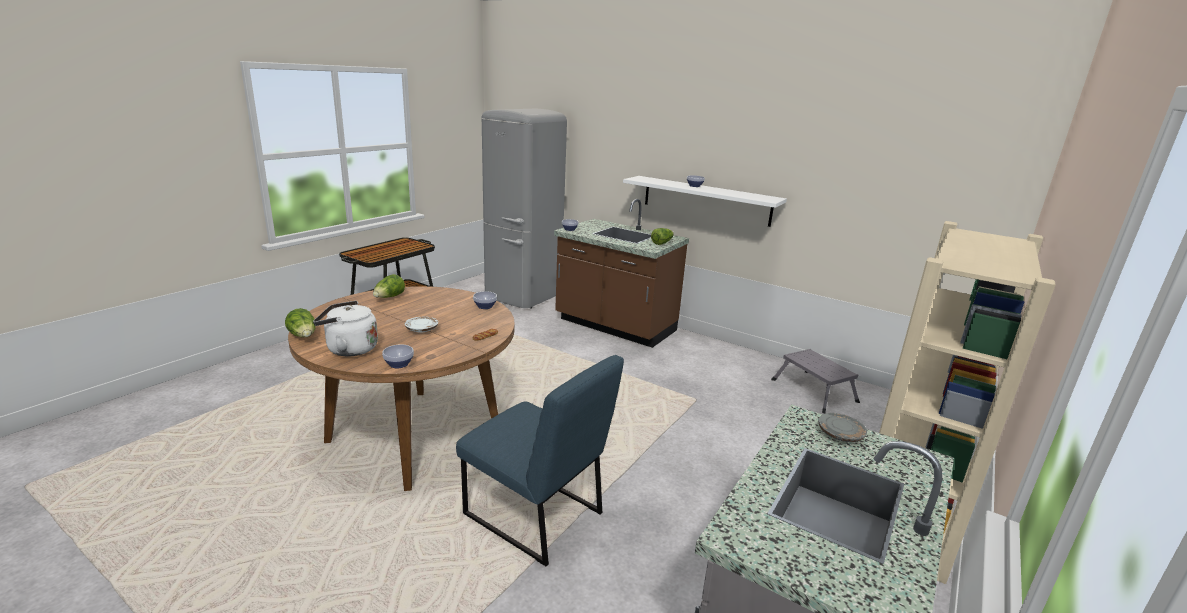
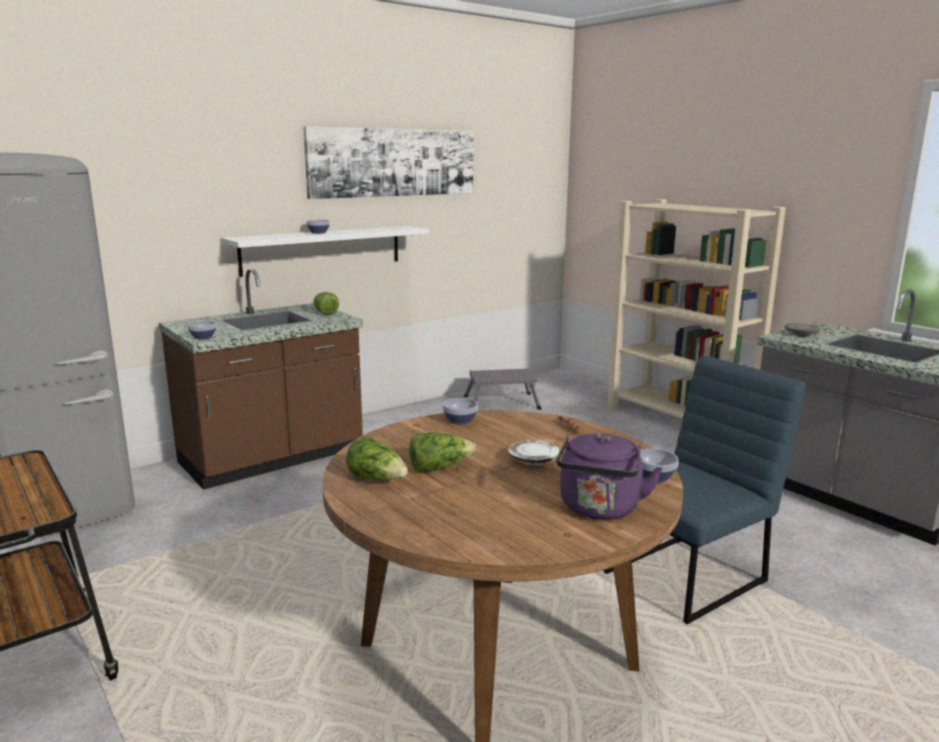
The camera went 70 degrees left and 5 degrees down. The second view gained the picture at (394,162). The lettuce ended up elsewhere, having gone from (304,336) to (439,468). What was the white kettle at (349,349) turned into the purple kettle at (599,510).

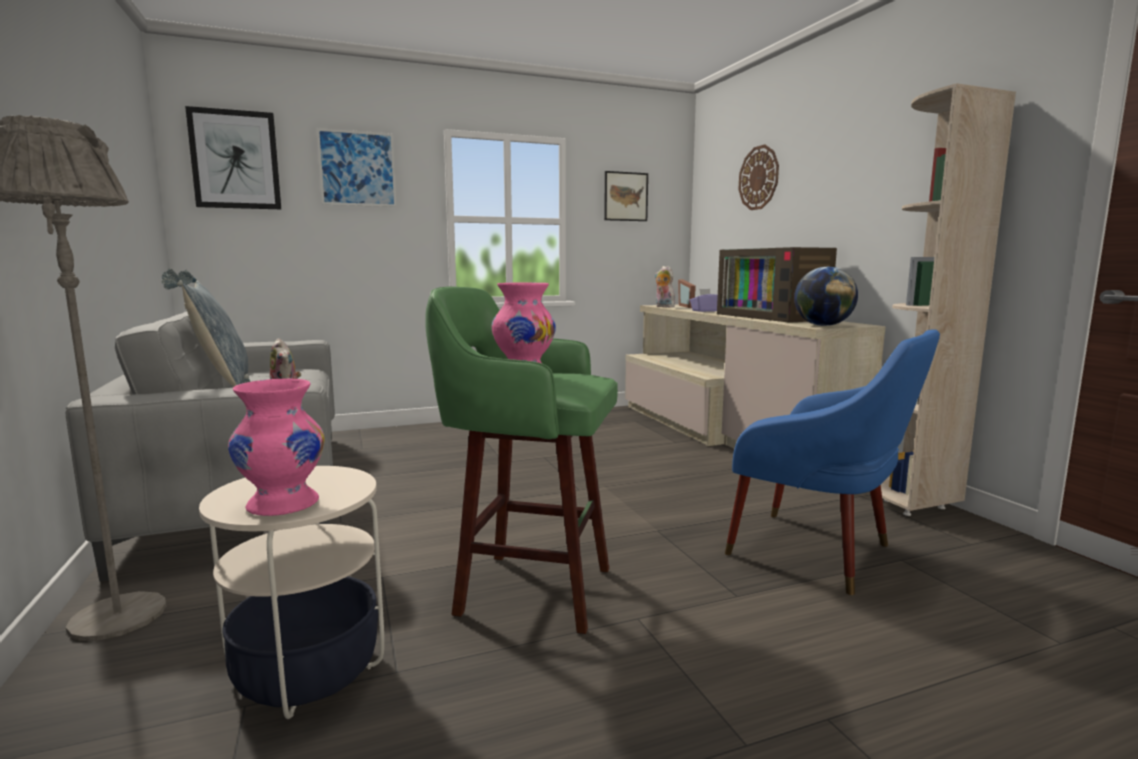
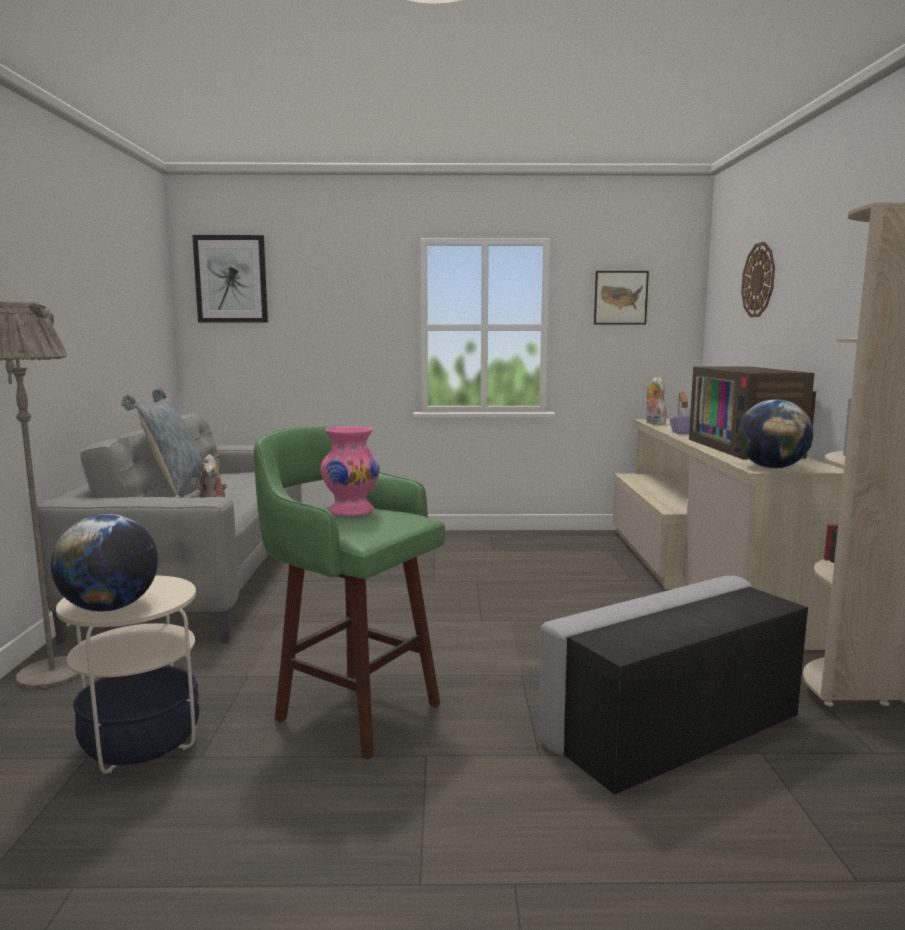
The camera went 20 degrees right and 0 degrees up. Where the pink vase stood at (284,505), the globe came to stand at (110,607). Where the blue armchair stood at (820,553), the grey ottoman came to stand at (672,729). The second view lost the picture at (357,168).

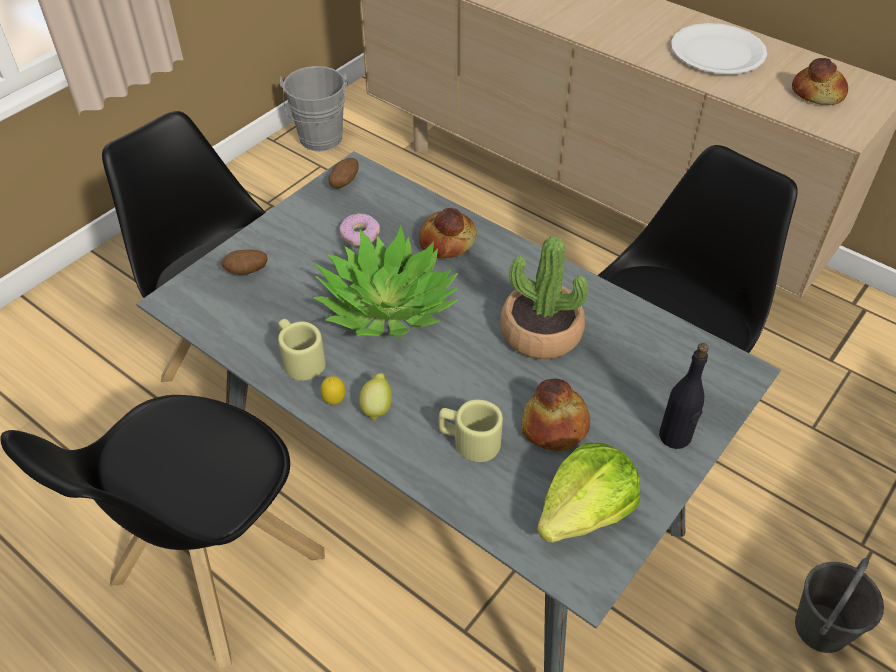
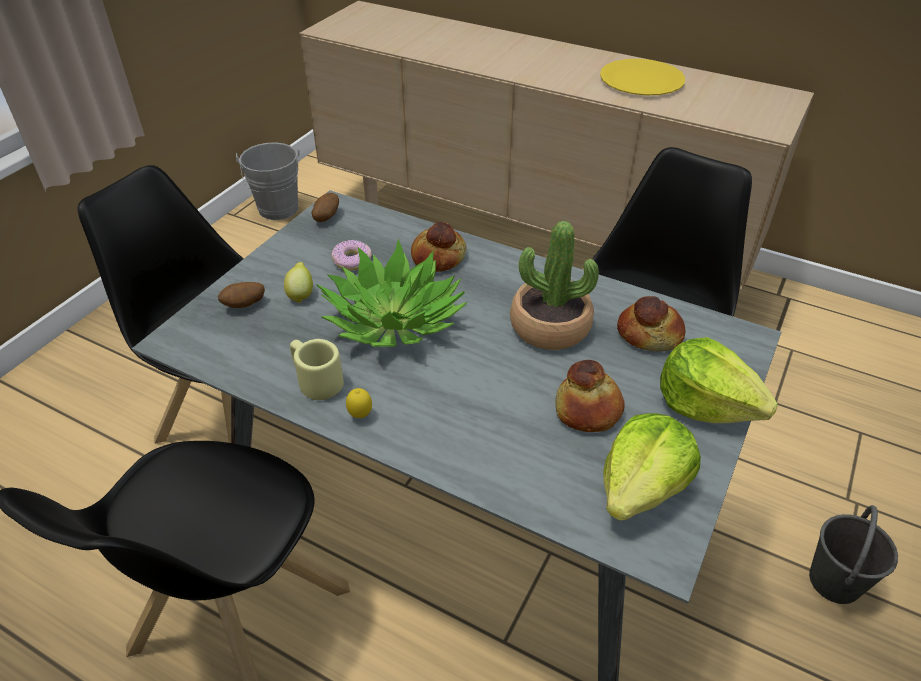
The camera went 10 degrees left and 5 degrees down. The lemon ended up elsewhere, having gone from (377,407) to (301,294). What was the white plate at (717,52) turned into the yellow plate at (641,80). The bread ended up elsewhere, having gone from (818,93) to (650,333). Where the black bottle stood at (675,436), the lettuce came to stand at (706,404). The second view lost the beige mug at (469,441).

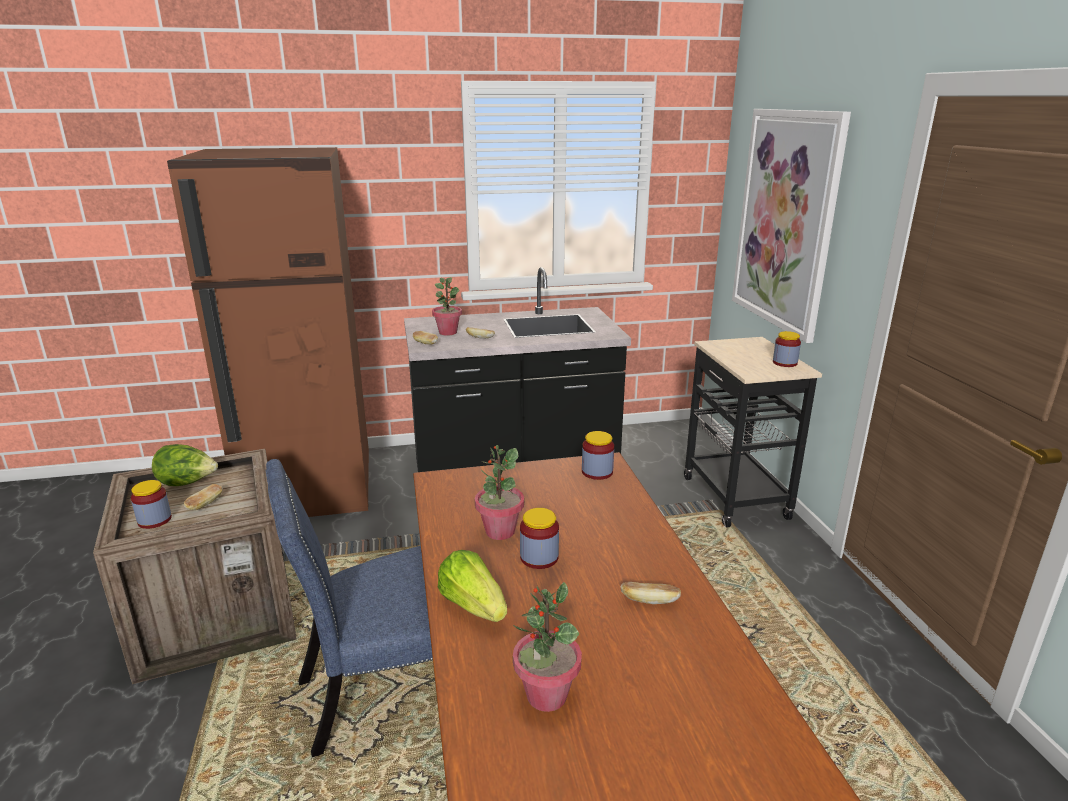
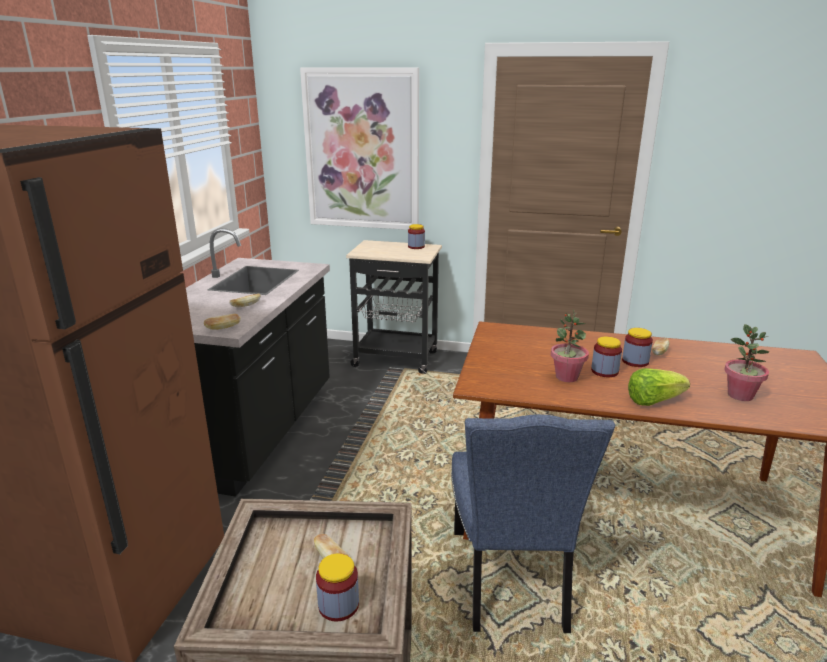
The camera went 65 degrees left and 0 degrees up. The jar ended up elsewhere, having gone from (597,472) to (635,361). The second view lost the lettuce at (188,483). The second view lost the potted plant at (448,332).

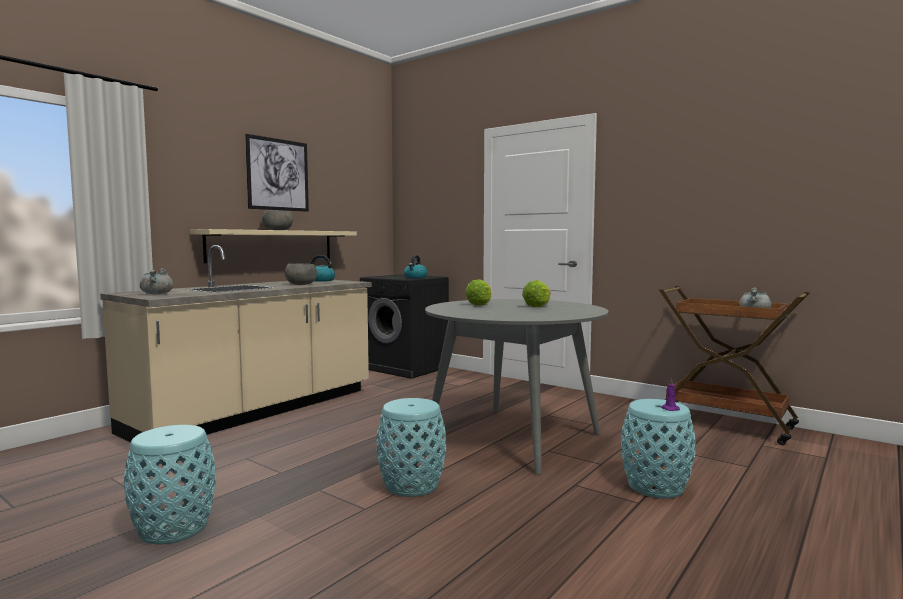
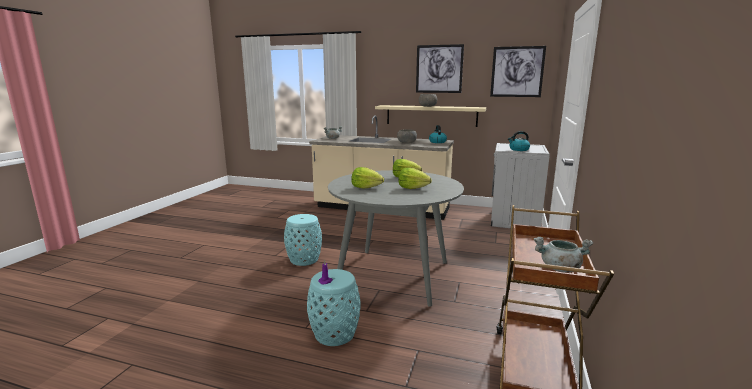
The camera went 70 degrees right and 10 degrees up. The second view gained the lettuce at (366,187). The second view gained the picture at (517,72). What was the black washing machine at (404,369) turned into the white washing machine at (513,220). The second view lost the turquoise stool at (173,528).

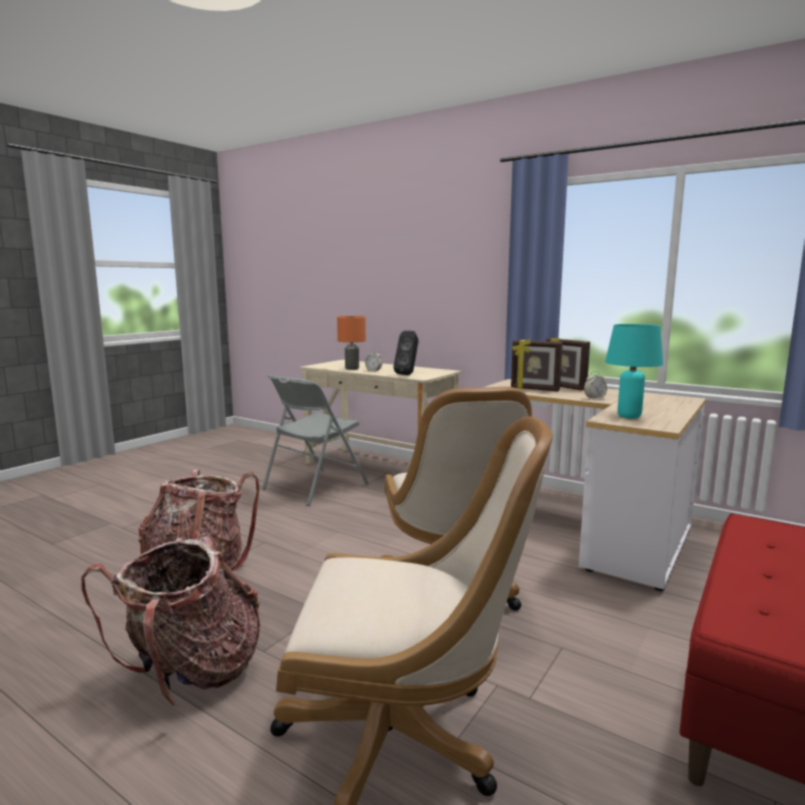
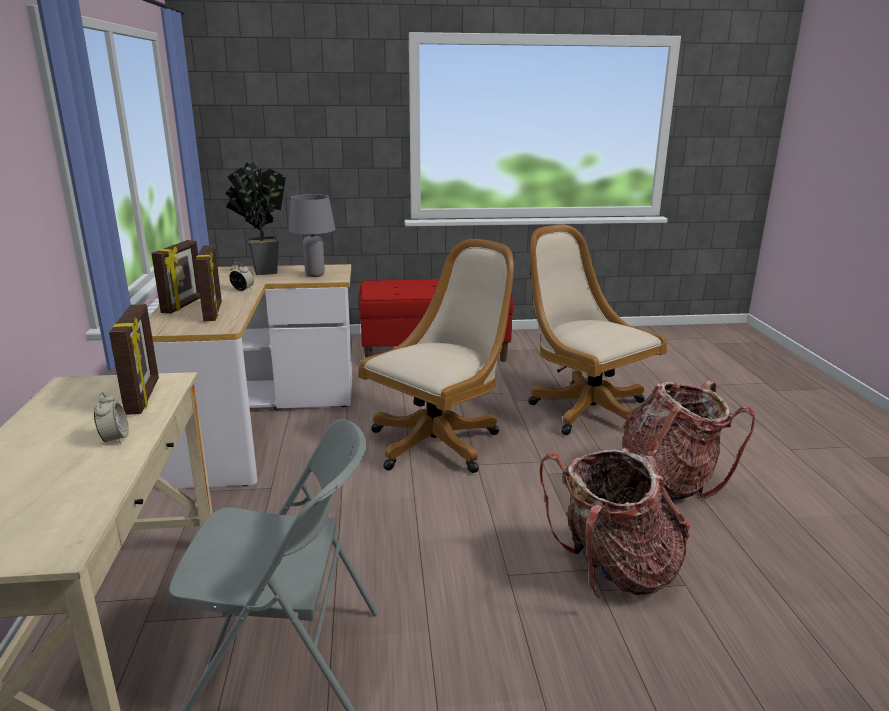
The camera went 130 degrees left and 10 degrees up. Where the black speaker stood at (408,374), the picture frame came to stand at (144,397). The second view gained the potted plant at (261,271). What was the turquoise table lamp at (629,416) turned into the grey table lamp at (314,275). The second view lost the orange table lamp at (352,369).

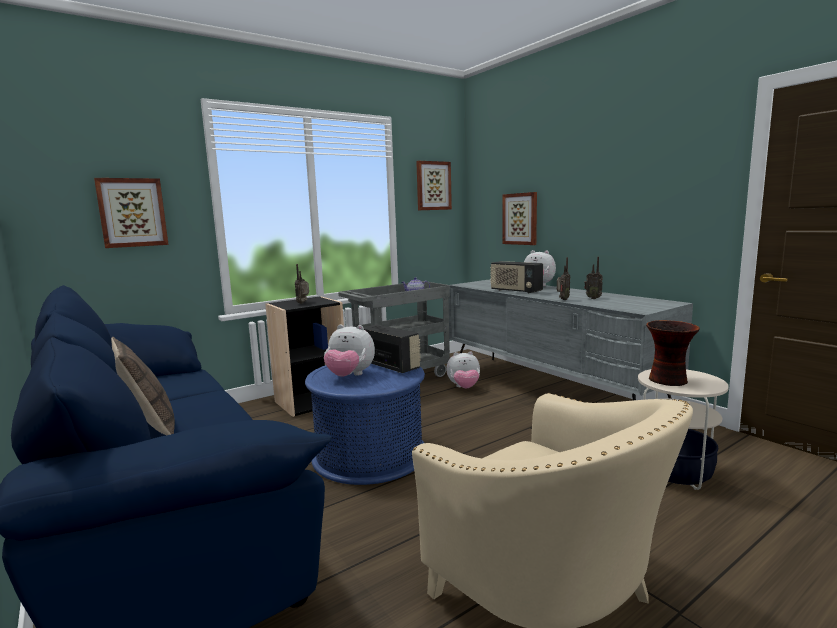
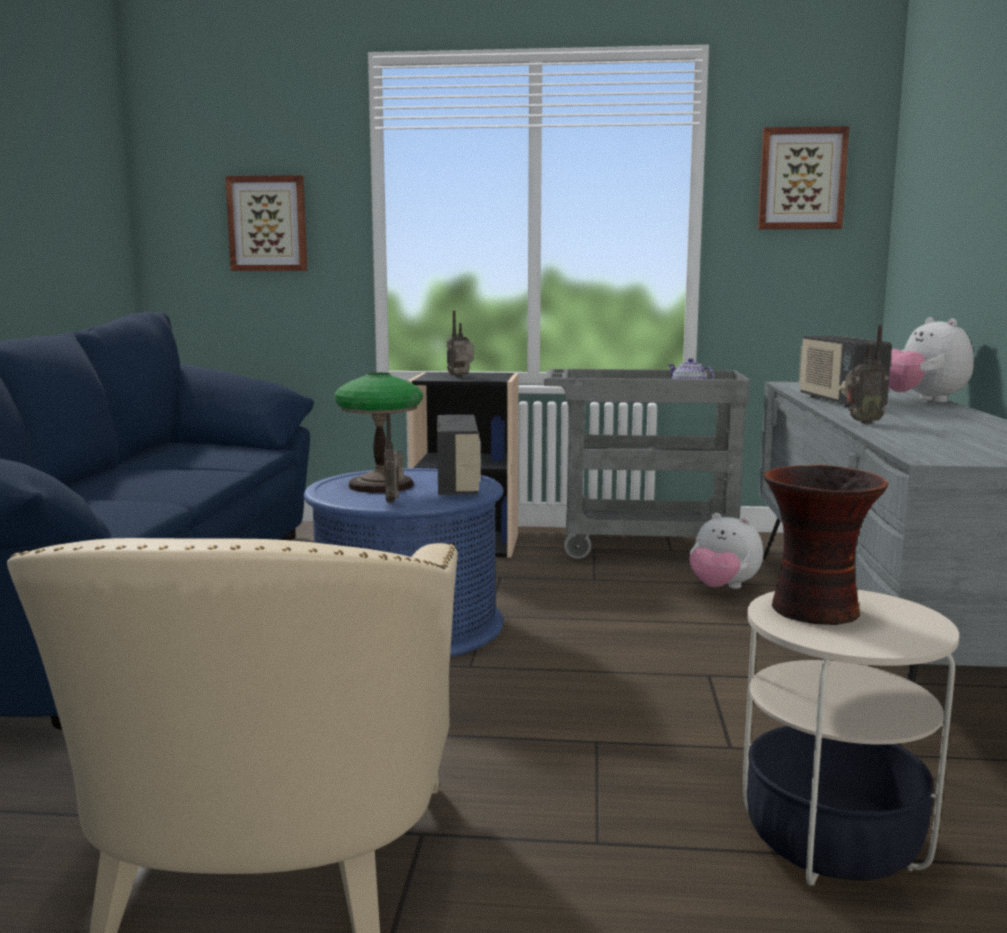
The camera went 40 degrees right and 0 degrees up. Where the plush toy stood at (350,376), the table lamp came to stand at (381,485). The radio ended up elsewhere, having gone from (593,298) to (394,501). The second view lost the pillow at (149,427). The second view lost the picture at (520,219).

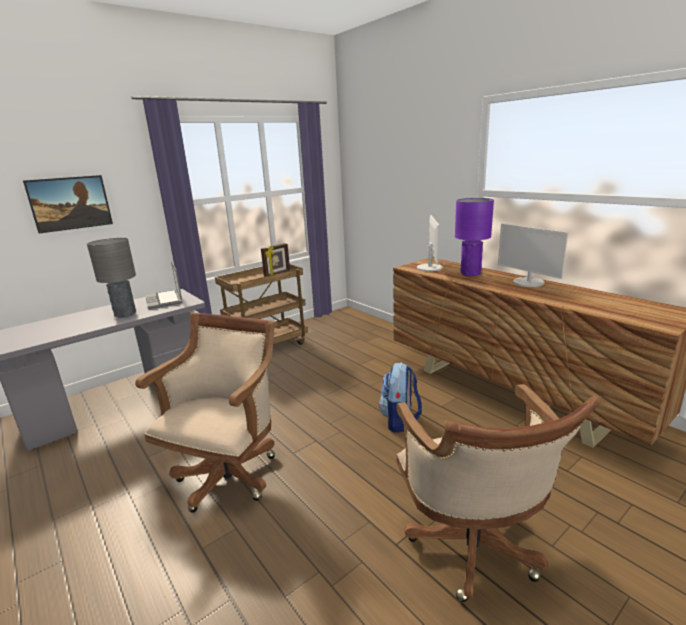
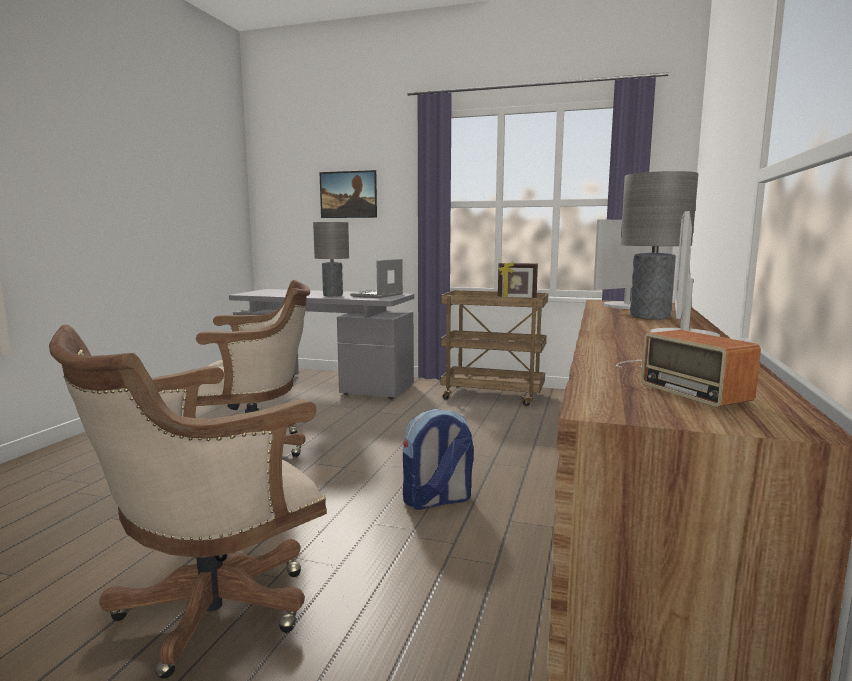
The camera went 55 degrees right and 10 degrees down. The second view gained the radio at (678,379). What was the purple table lamp at (470,273) turned into the grey table lamp at (649,317).

